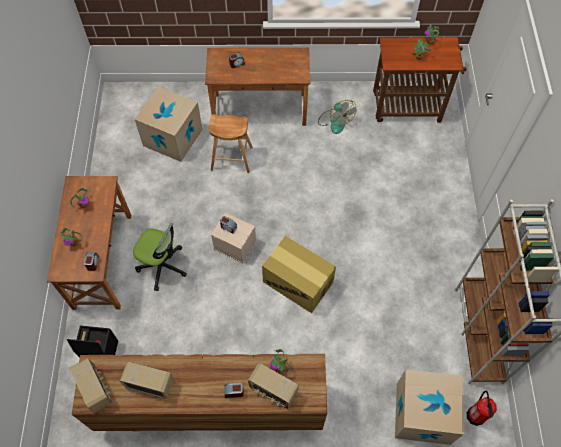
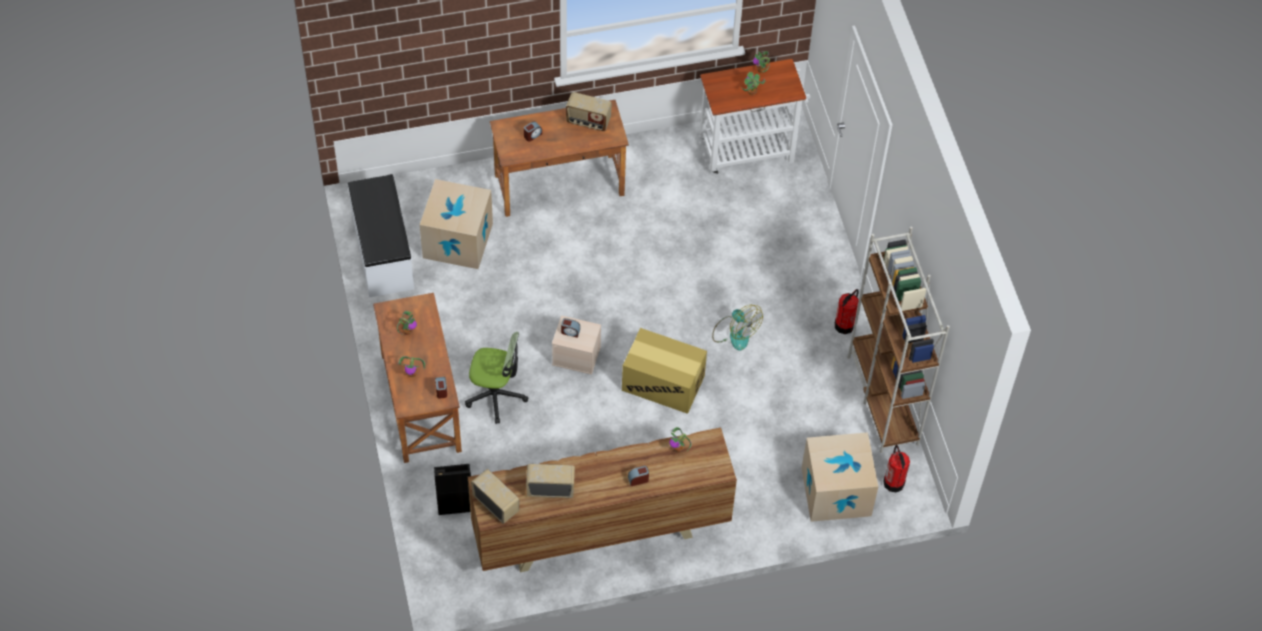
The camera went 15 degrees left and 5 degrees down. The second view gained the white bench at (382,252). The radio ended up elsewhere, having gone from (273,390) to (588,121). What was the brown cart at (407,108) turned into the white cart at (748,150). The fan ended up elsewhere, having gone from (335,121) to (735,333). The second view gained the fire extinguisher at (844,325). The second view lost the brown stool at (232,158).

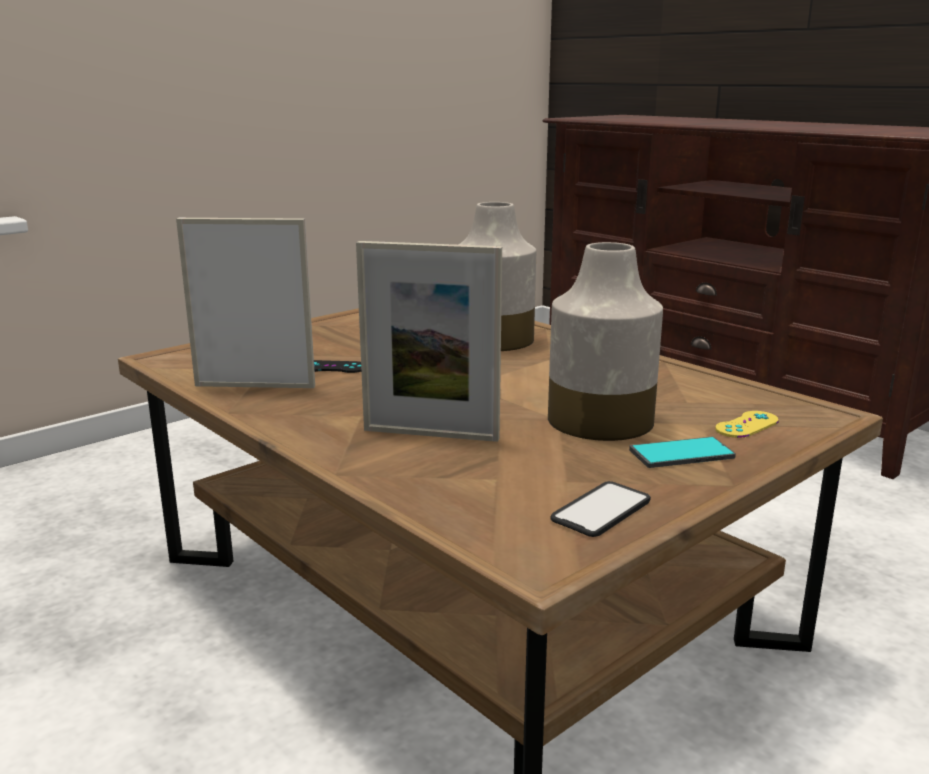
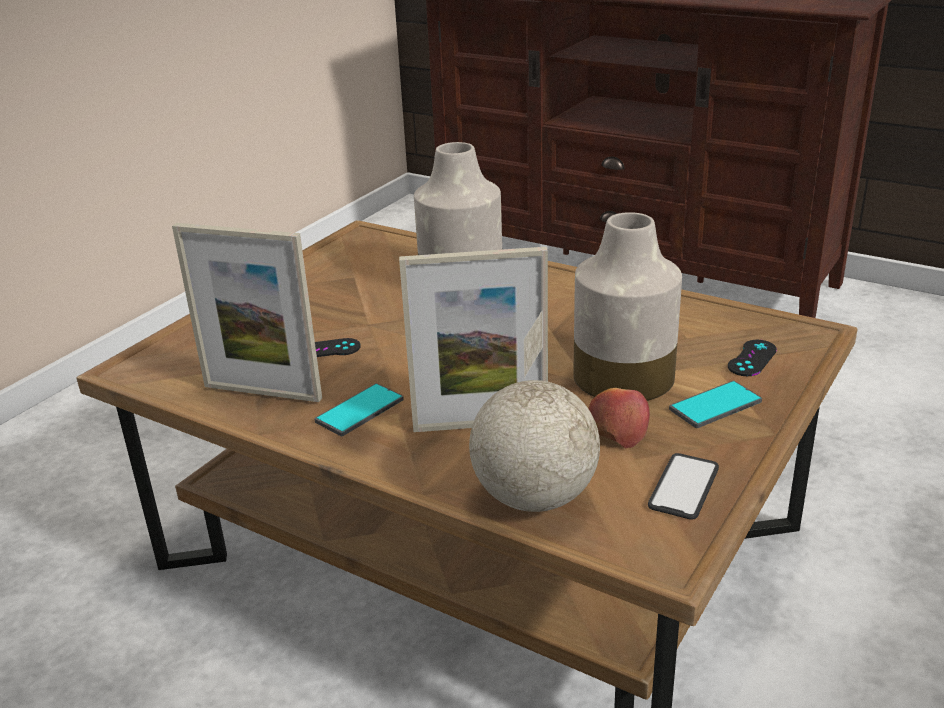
The camera went 15 degrees left and 10 degrees up. The picture frame at (255,386) ended up facing another way, 150 degrees counterclockwise from before. The second view gained the phone at (360,411). The second view gained the globe at (533,498). The second view gained the apple at (617,429). What was the yellow game controller at (747,425) turned into the black game controller at (752,358).

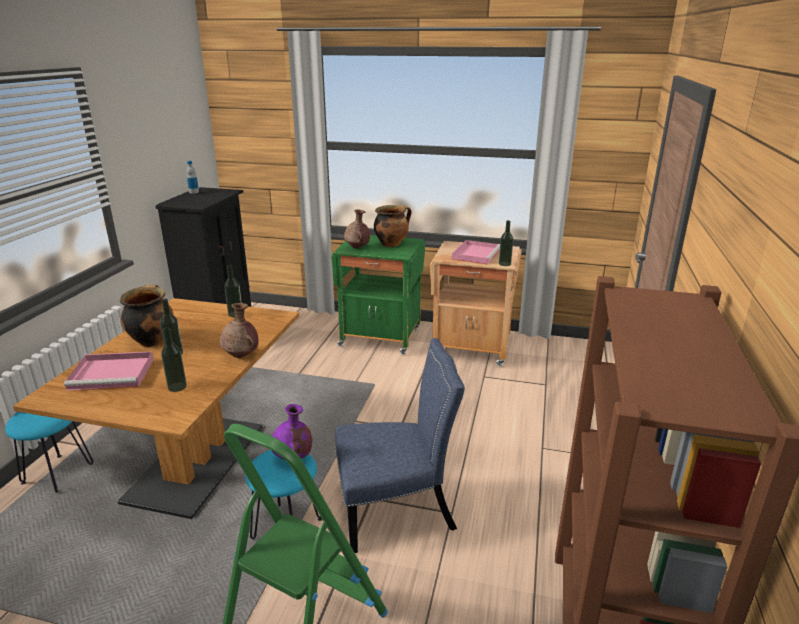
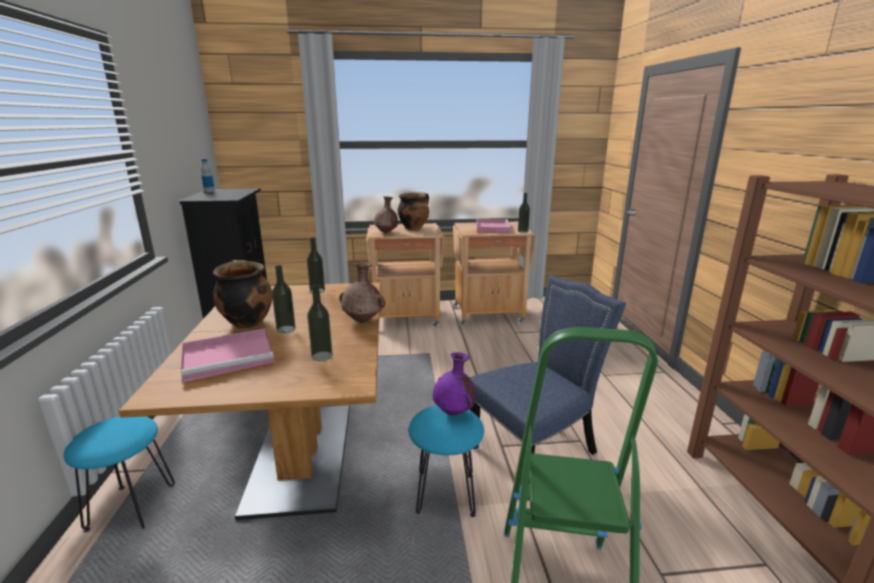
The camera went 20 degrees left and 5 degrees down. What was the green cart at (381,338) turned into the brown cart at (406,318).

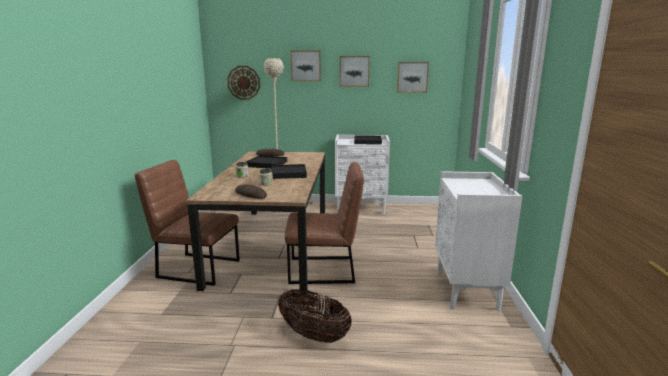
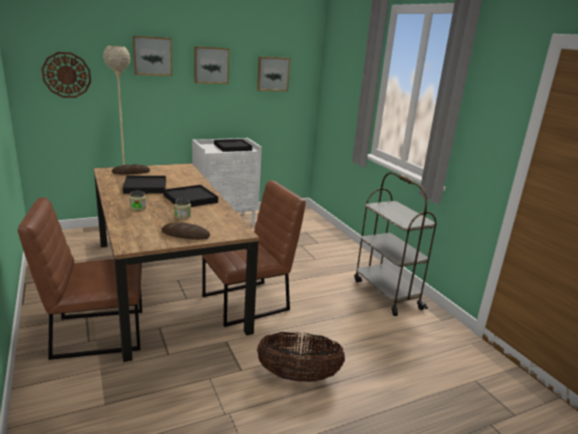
The camera went 30 degrees left and 5 degrees up. Where the white cabinet stood at (466,289), the grey cart came to stand at (386,294).

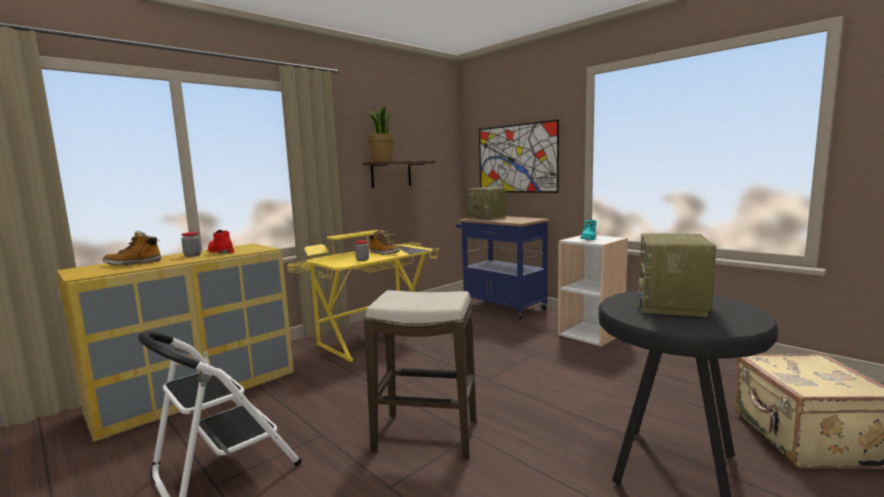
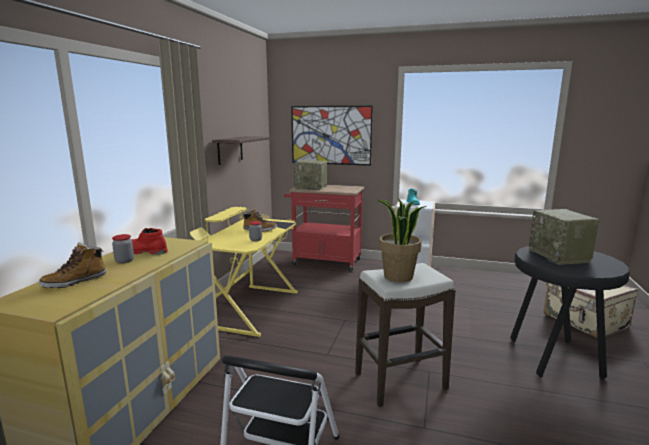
The camera went 30 degrees left and 5 degrees up. What was the blue cart at (501,307) turned into the red cart at (324,262). The potted plant ended up elsewhere, having gone from (382,161) to (398,277).

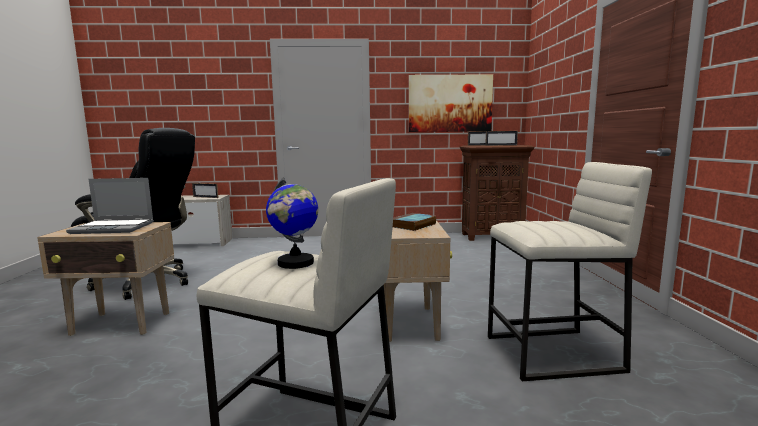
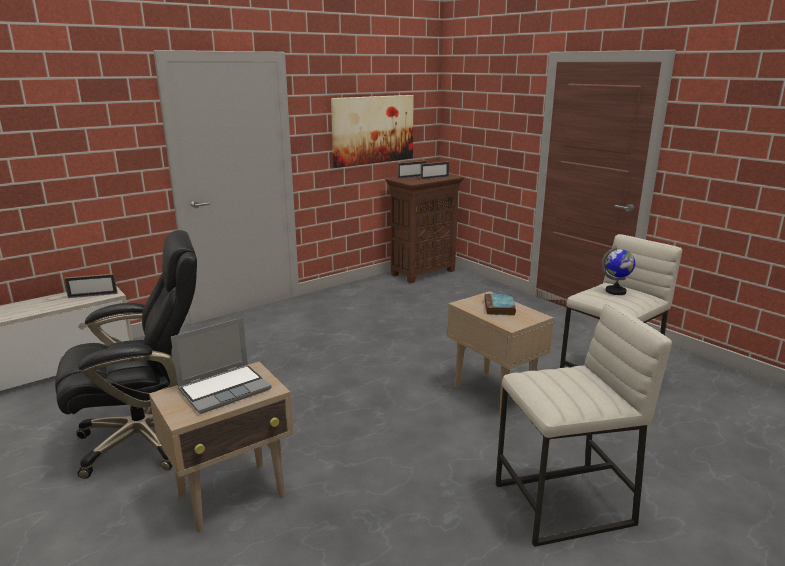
The camera went 35 degrees left and 10 degrees up. The globe ended up elsewhere, having gone from (295,263) to (616,291).

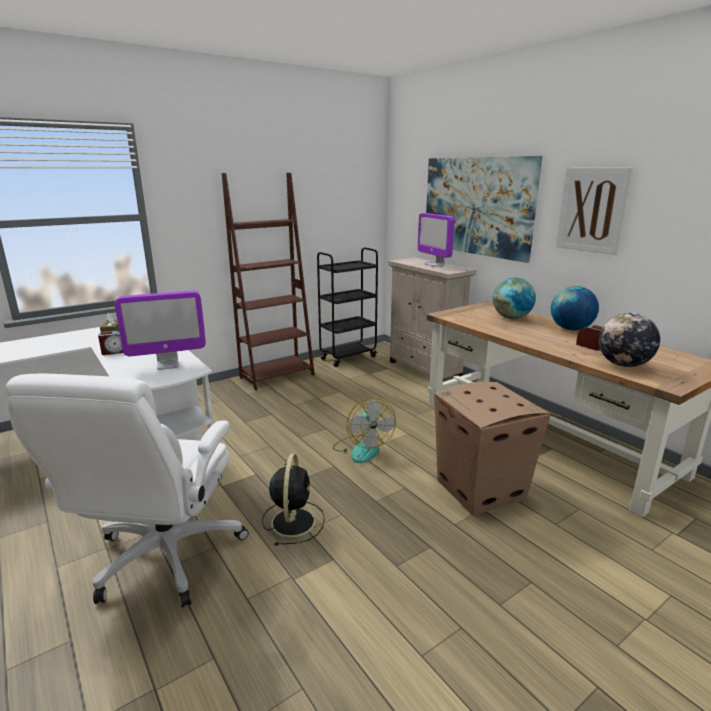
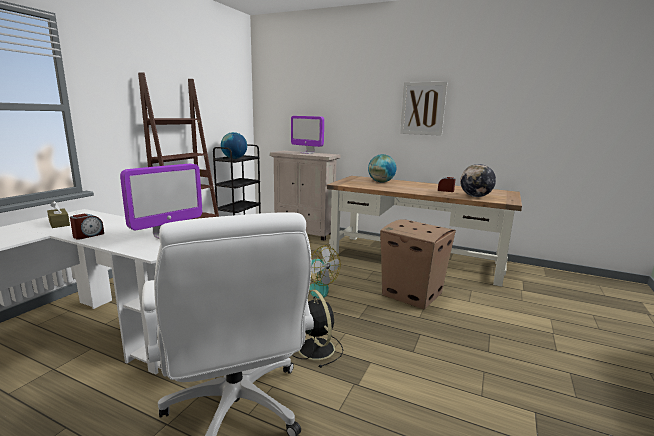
The camera went 30 degrees left and 5 degrees down. The globe ended up elsewhere, having gone from (570,329) to (234,158). The second view lost the picture at (477,206).

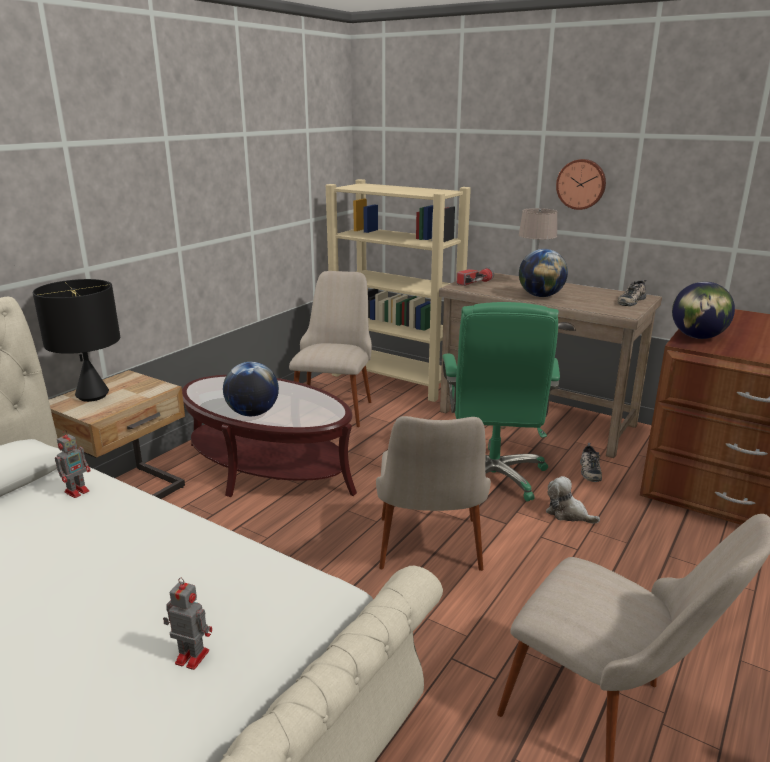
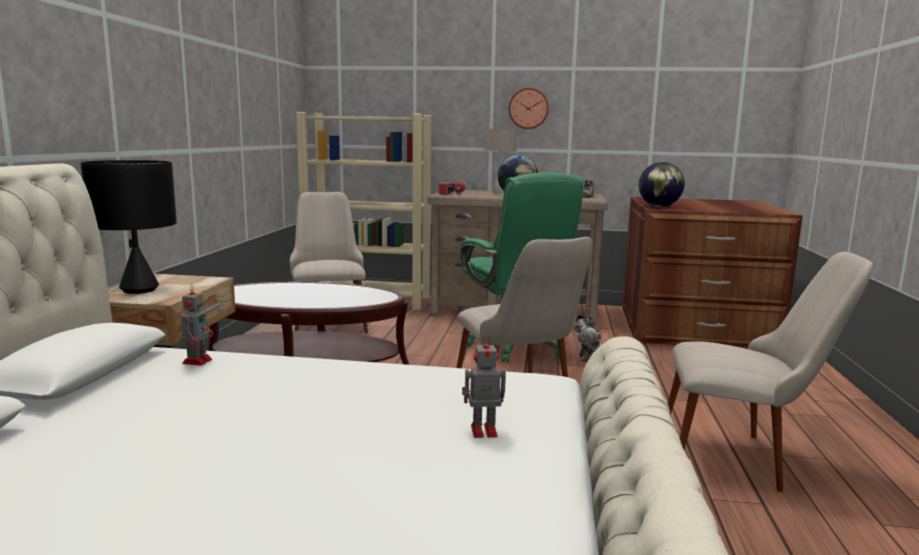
The camera went 25 degrees left and 10 degrees down. The second view lost the globe at (253,413).

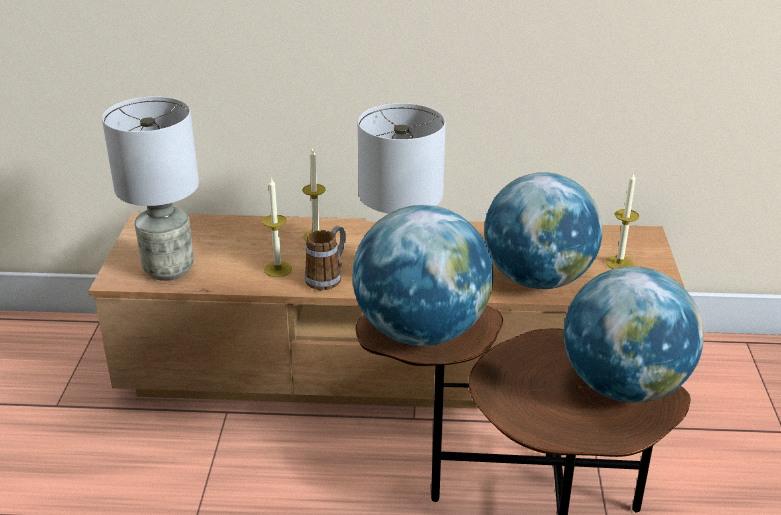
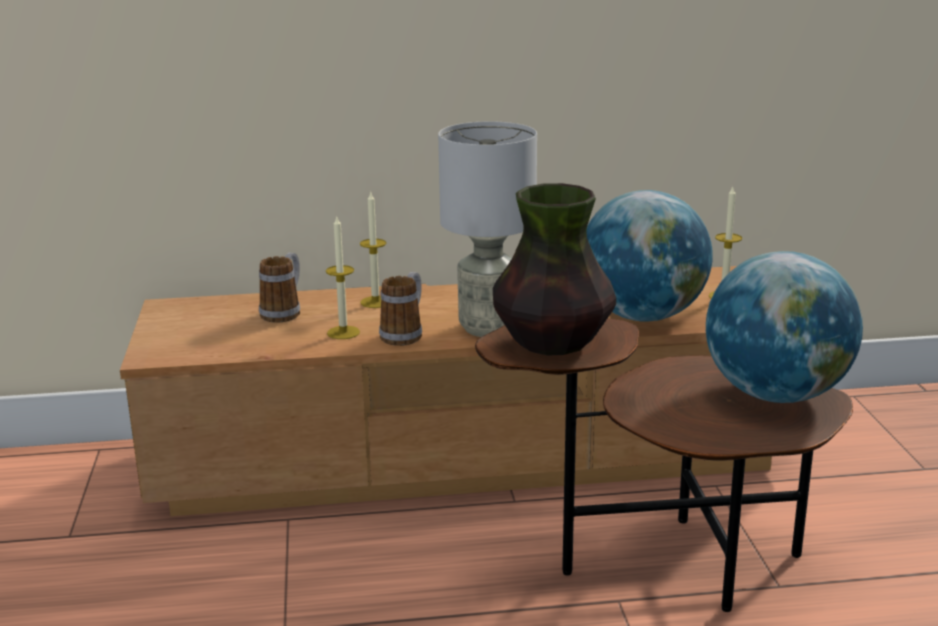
The camera went 10 degrees left and 10 degrees down. The second view gained the mug at (284,312). Where the globe stood at (421,331), the vase came to stand at (553,344). The second view lost the grey table lamp at (167,269).

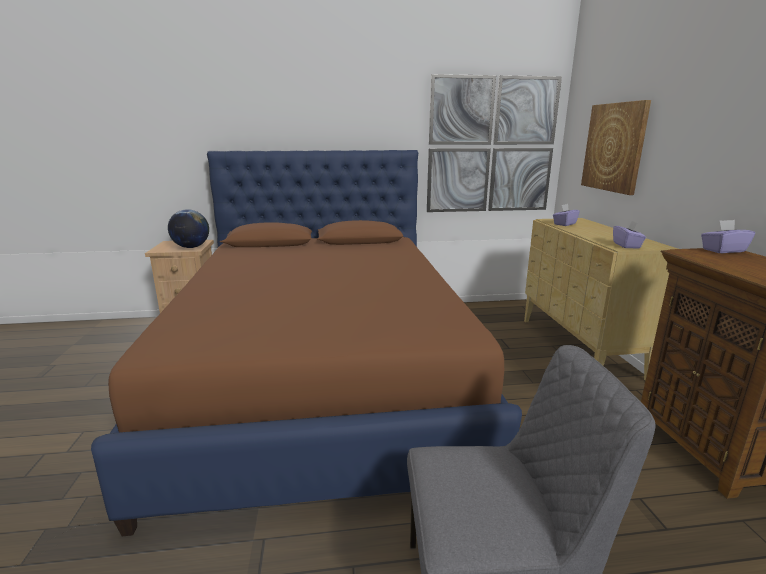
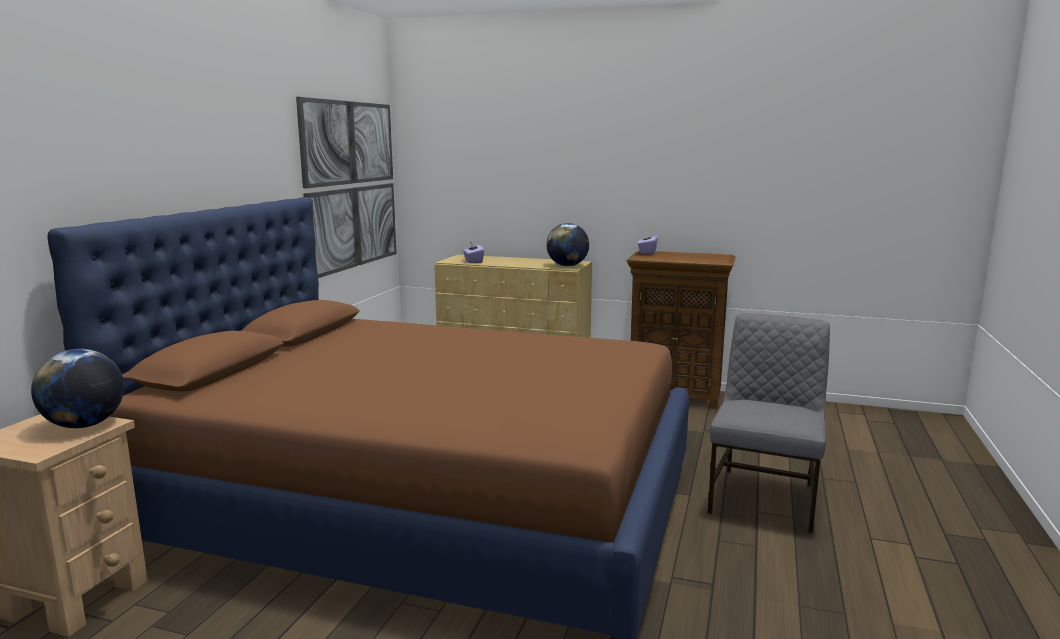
The camera went 65 degrees left and 5 degrees down. Where the purple tissue box stood at (627,245), the globe came to stand at (567,266). The second view lost the picture at (614,147).

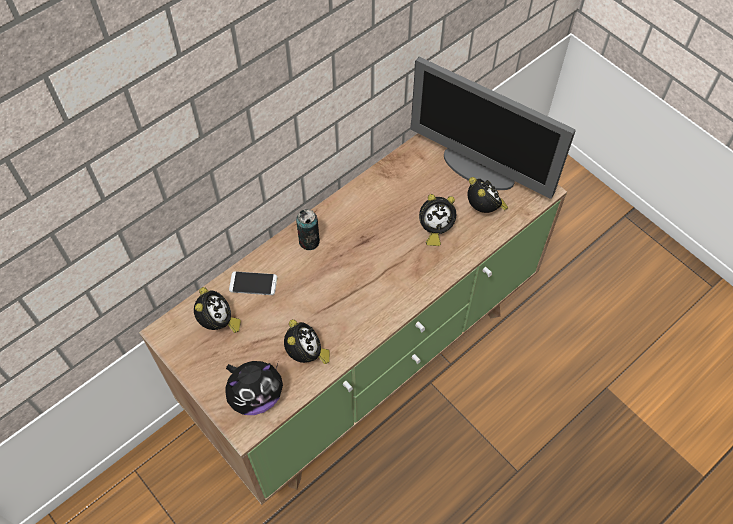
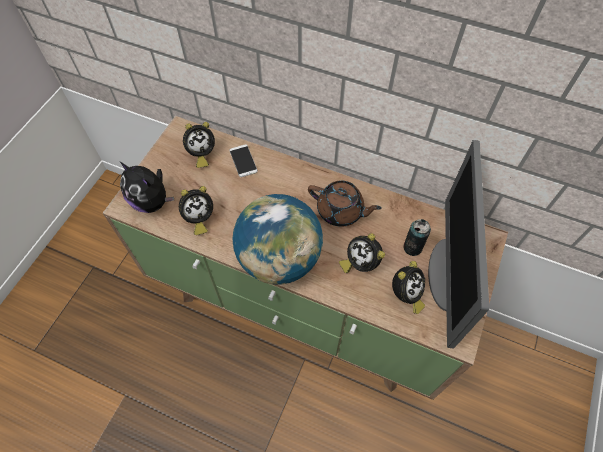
The camera went 65 degrees right and 0 degrees up. The second view gained the globe at (279,259). The second view gained the brown teapot at (341,211). The can ended up elsewhere, having gone from (309,241) to (412,247).

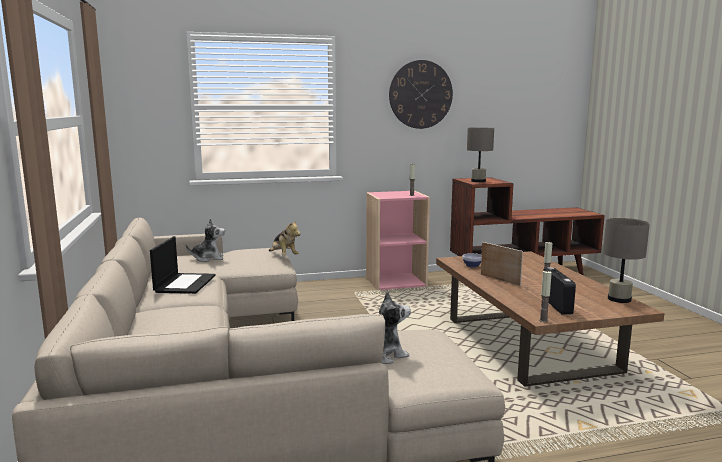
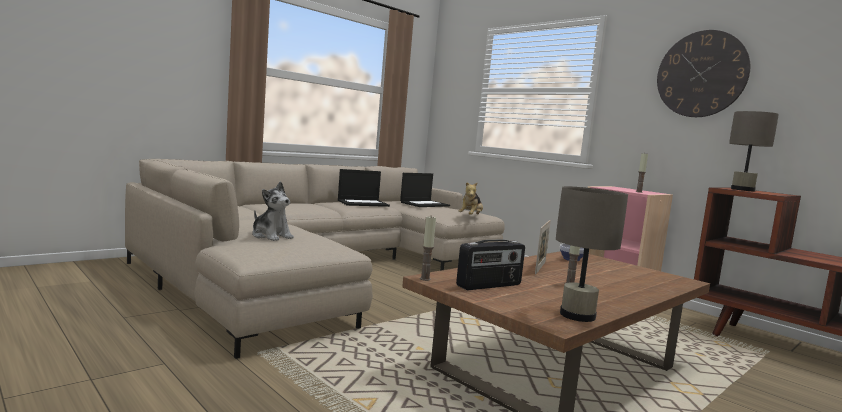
The camera went 60 degrees right and 5 degrees down. Where the plush toy stood at (208,258), the laptop came to stand at (425,204).

